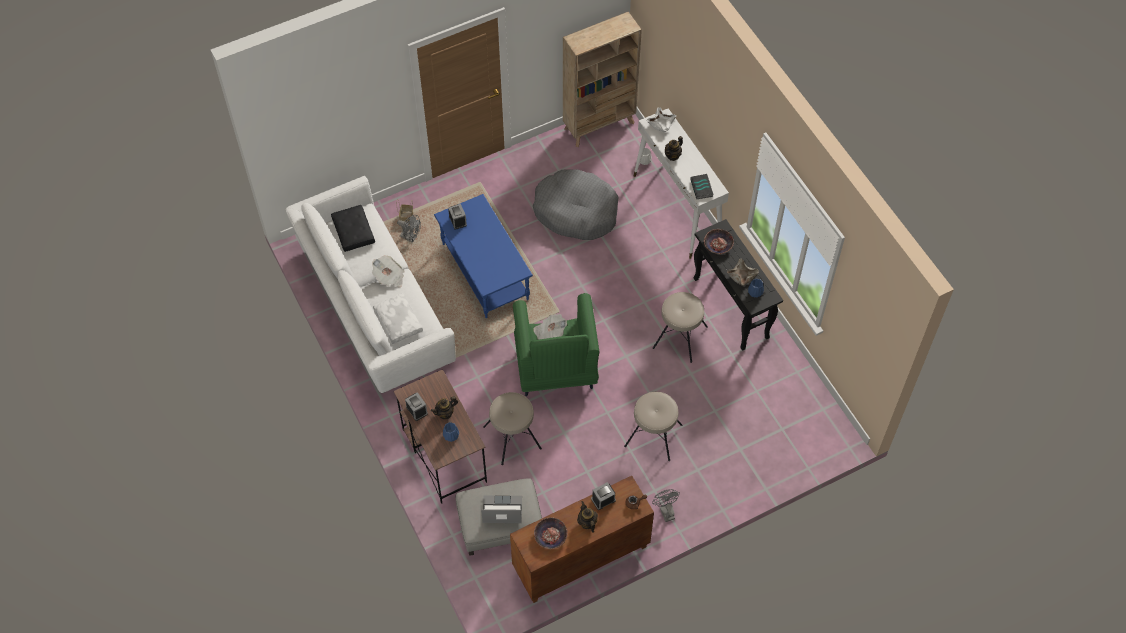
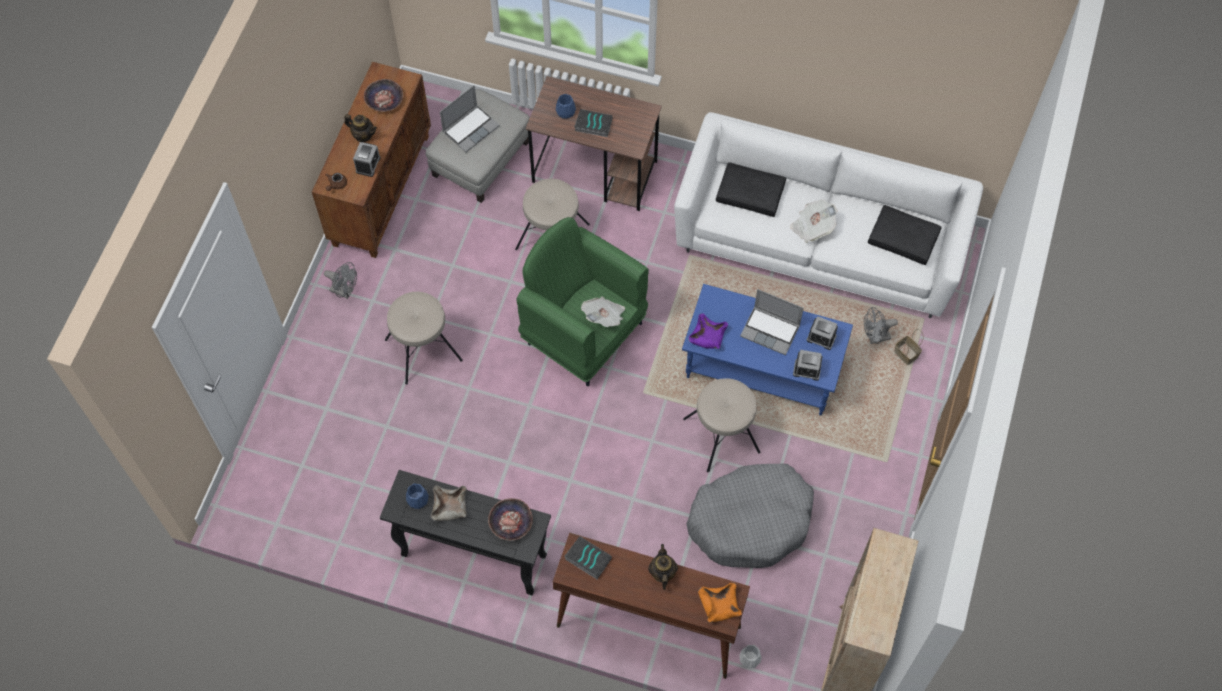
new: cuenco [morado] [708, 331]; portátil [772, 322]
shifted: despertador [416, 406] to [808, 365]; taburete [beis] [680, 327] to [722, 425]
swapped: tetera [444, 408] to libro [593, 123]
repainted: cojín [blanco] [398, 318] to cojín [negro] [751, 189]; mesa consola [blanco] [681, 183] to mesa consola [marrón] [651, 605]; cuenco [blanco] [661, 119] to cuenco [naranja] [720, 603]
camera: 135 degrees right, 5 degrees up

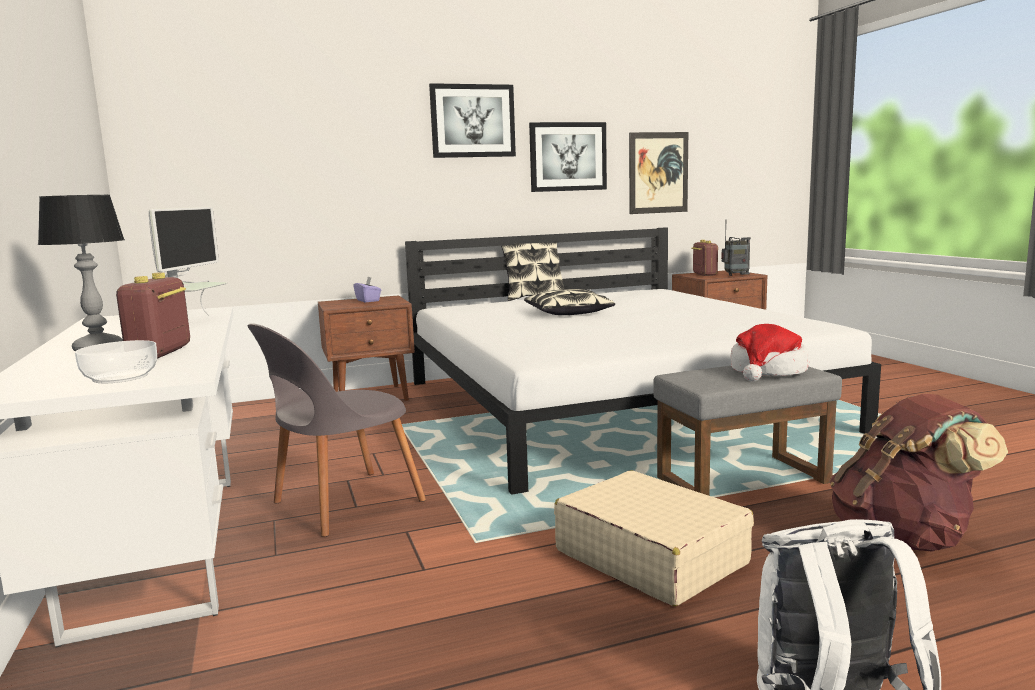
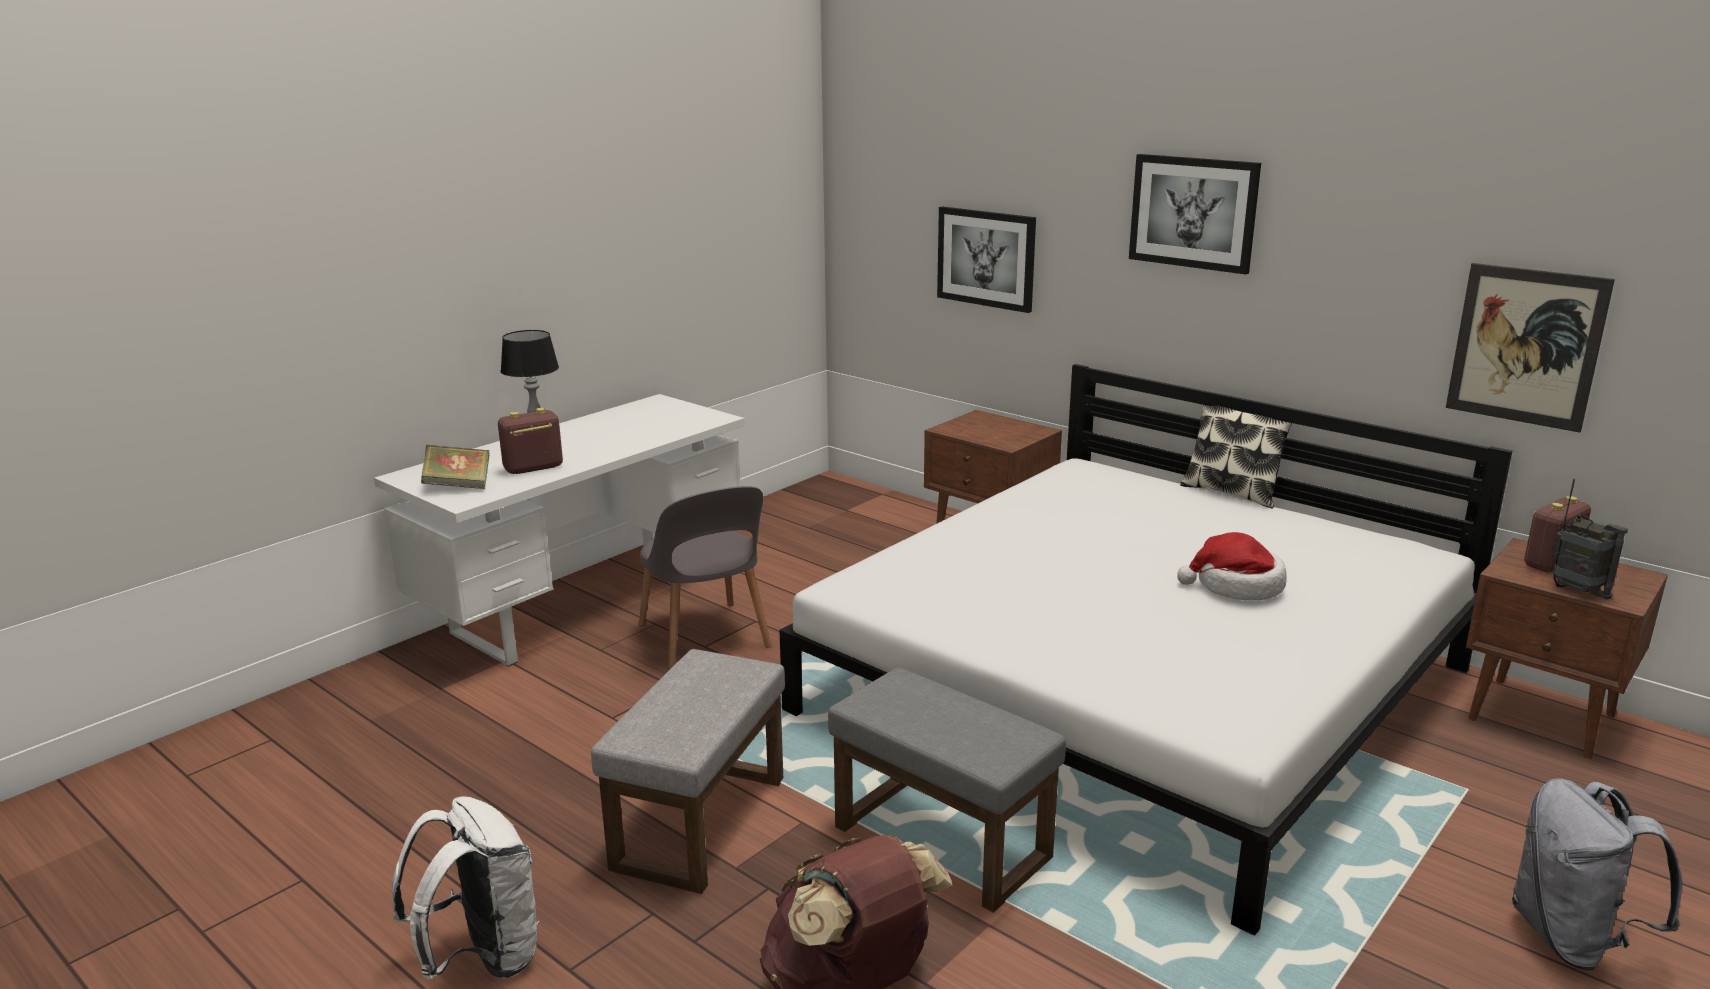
gone: monitor [188, 261]; caja de pañuelos [morado] [367, 289]; cojín [569, 302]
new: mochila [gris] [1597, 874]
shifted: cuadro [568, 157] to [986, 259]; sombrero [770, 352] to [1232, 566]
swapped: cuenco [116, 361] to libro [455, 467]; maleta [beis] [654, 538] to puf [gris] [688, 771]
rotated: silla [gris] [337, 430] = [705, 578] 135 degrees counterclockwise
camera: 60 degrees right, 10 degrees up

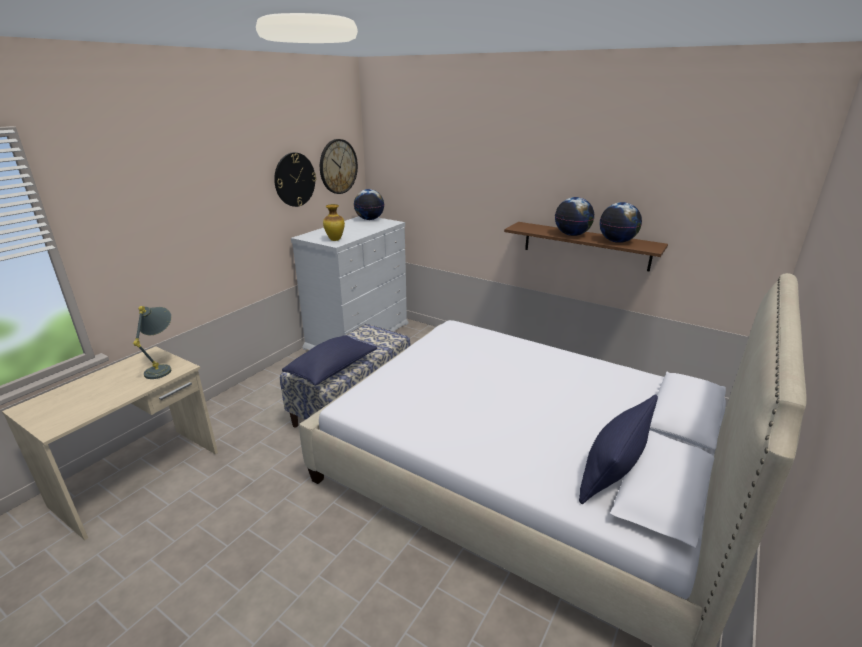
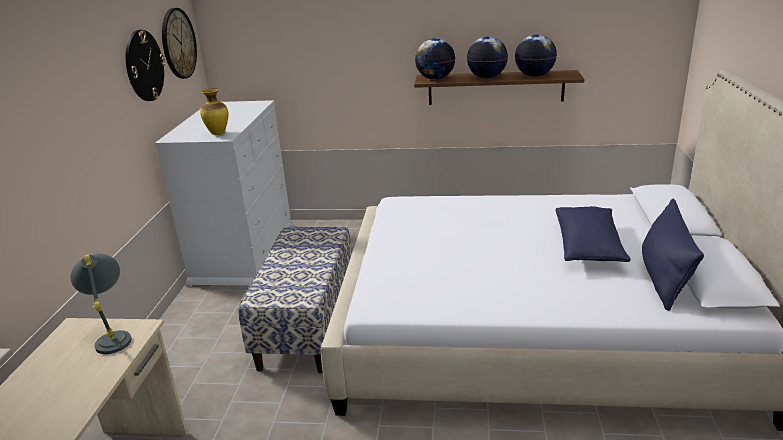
shifted: cojín [azul] [330, 360] to [593, 234]; globo terráqueo [369, 204] to [435, 59]
camera: 25 degrees left, 0 degrees up

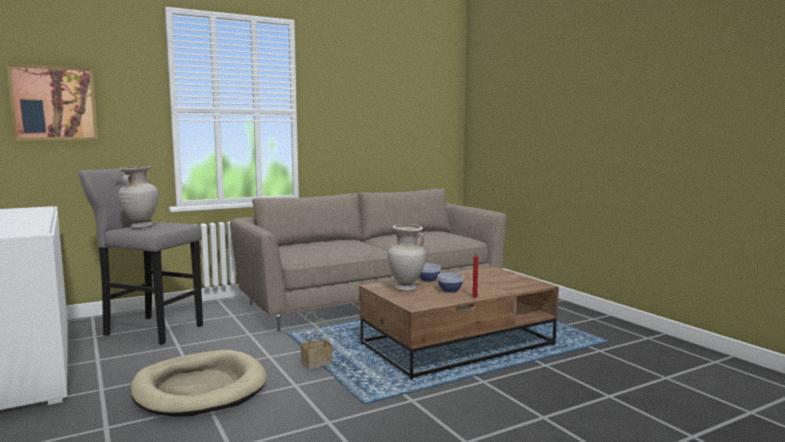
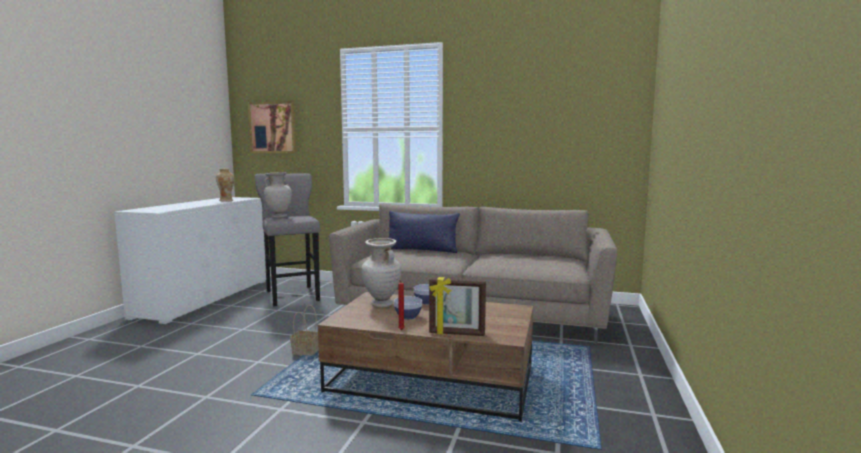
gone: cama para perro [beis] [198, 383]
new: florero [225, 185]; cojín [azul] [424, 232]; portarretratos [457, 306]
camera: 45 degrees right, 0 degrees up

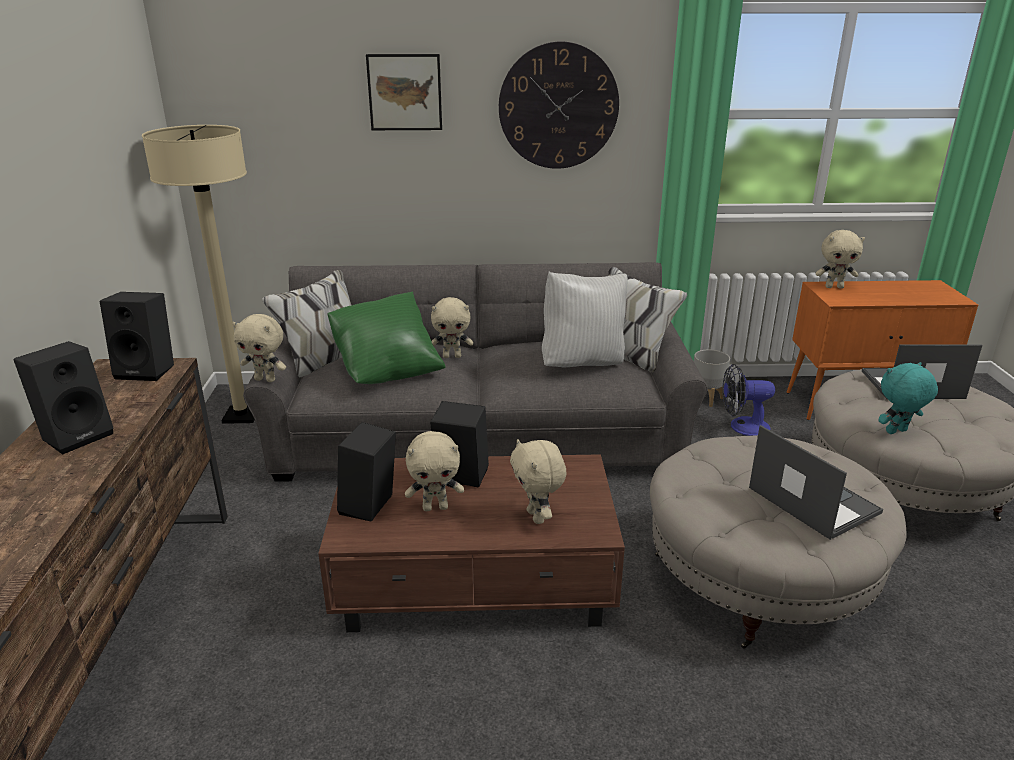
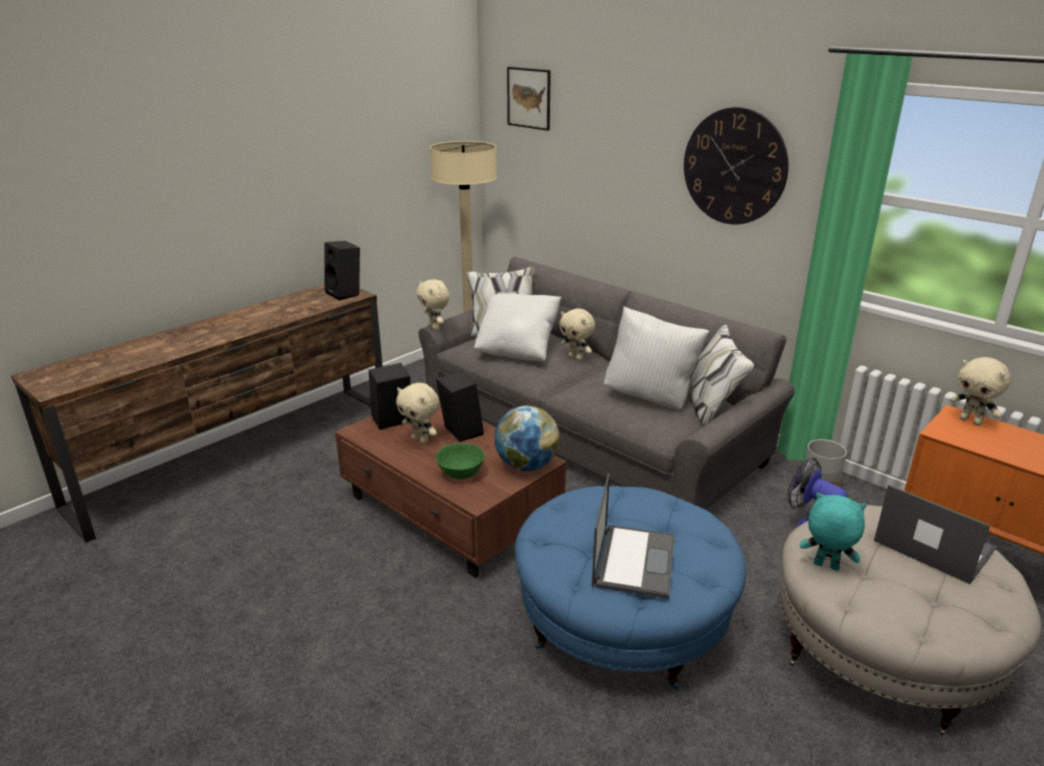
gone: altavoz [negro] [63, 398]
new: globo terráqueo [527, 438]
shifted: cuadro [404, 92] to [529, 99]
swapped: peluche [beis] [538, 481] to cuenco [verde] [460, 461]
repainted: cojín [verde] [387, 337] to cojín [blanco] [517, 327]; puf [beis] [778, 542] to puf [azul] [630, 588]
camera: 45 degrees right, 0 degrees up

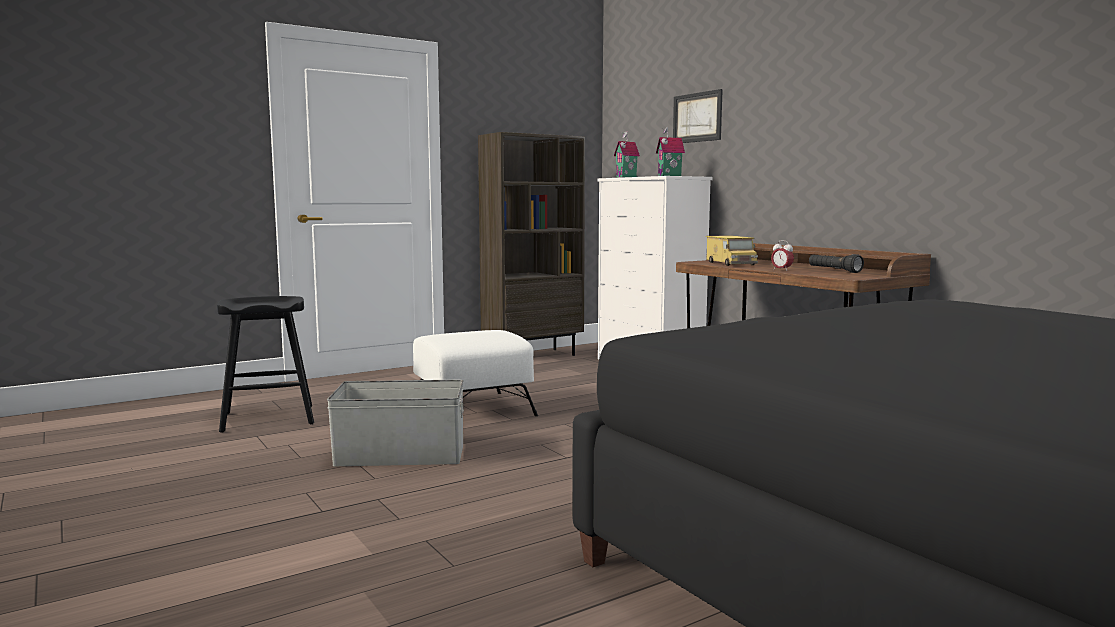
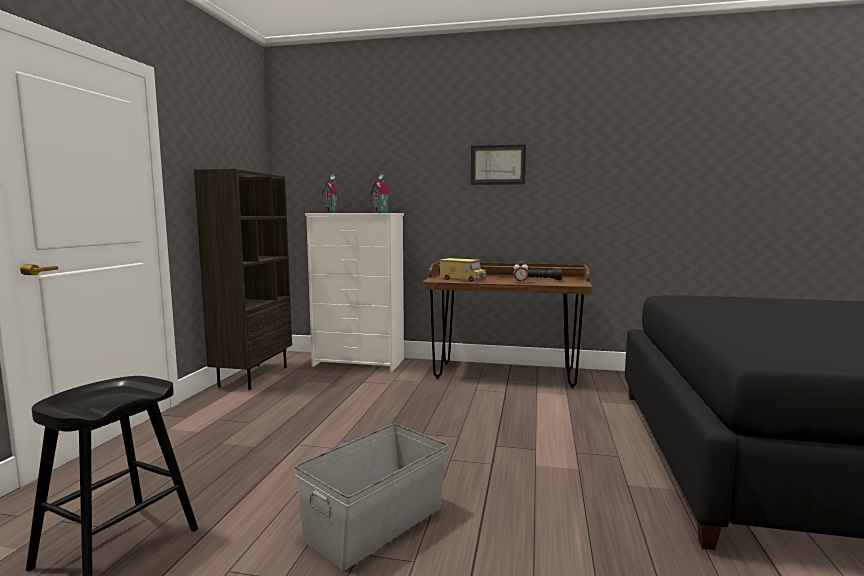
gone: puf [blanco] [475, 373]
shifted: cuadro [698, 116] to [498, 164]
camera: 45 degrees left, 0 degrees up

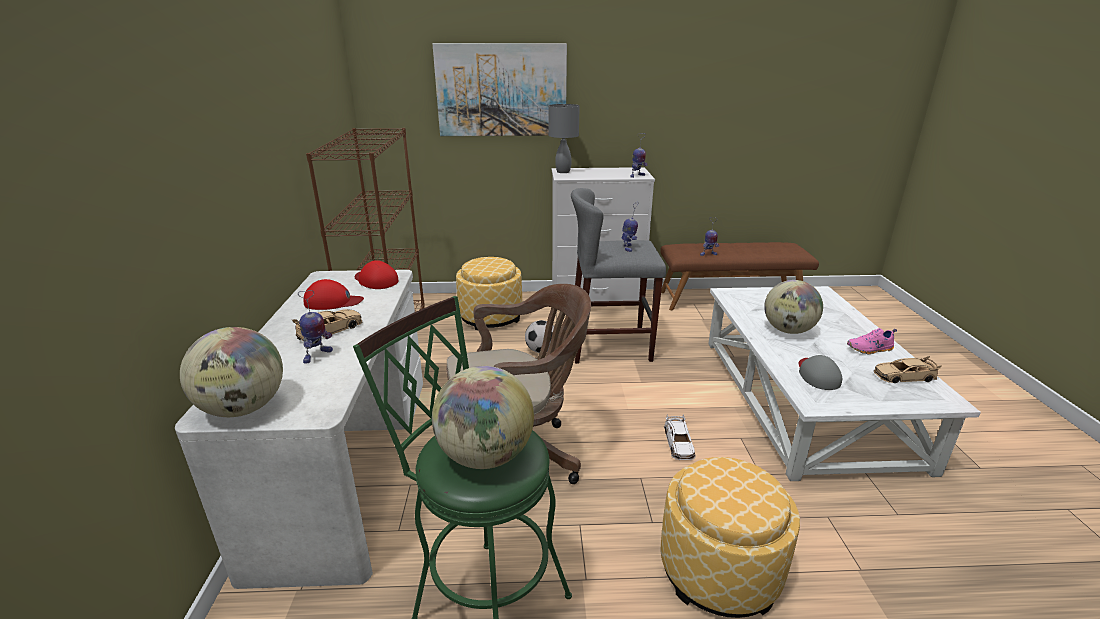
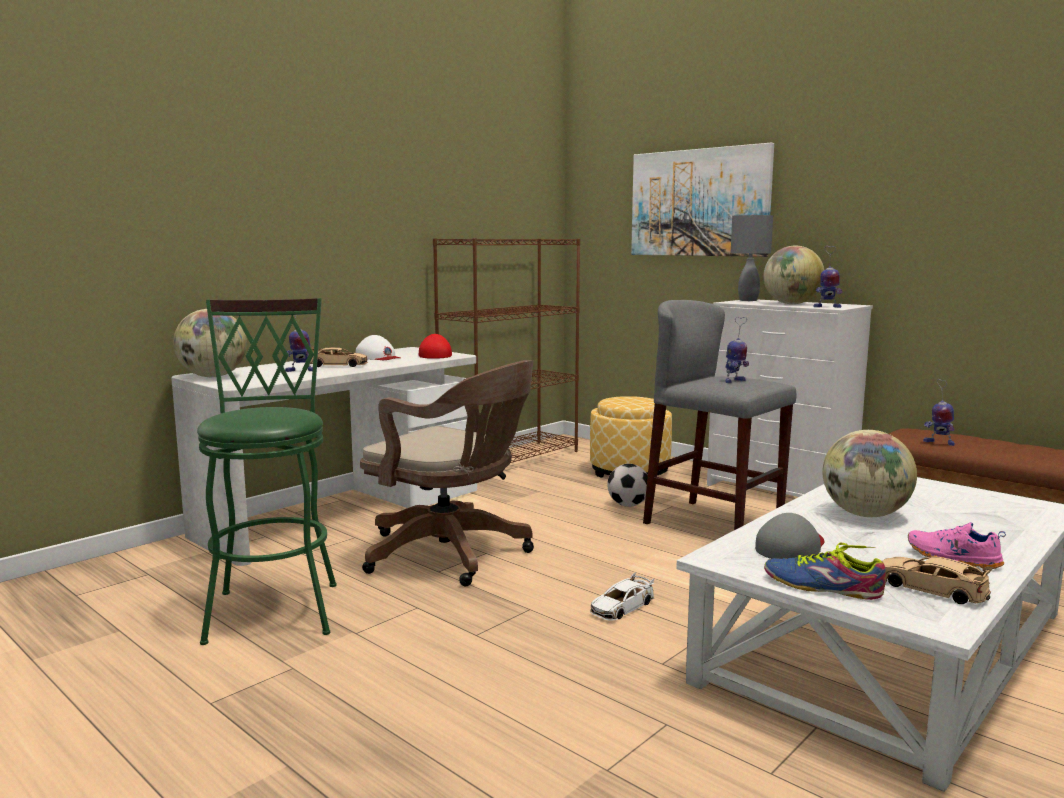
gone: puf [730, 537]
new: zapato [825, 571]
shifted: globo terráqueo [483, 417] to [793, 275]
repainted: gorra [rojo] [334, 294] to gorra [blanco] [378, 347]
camera: 45 degrees right, 15 degrees down

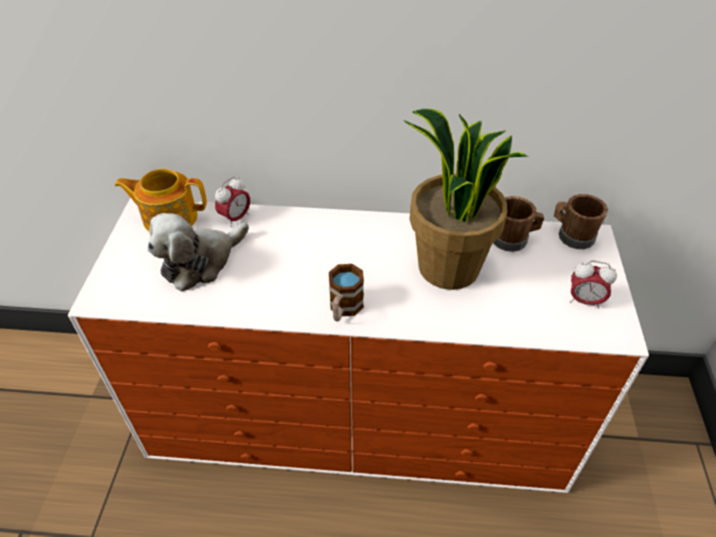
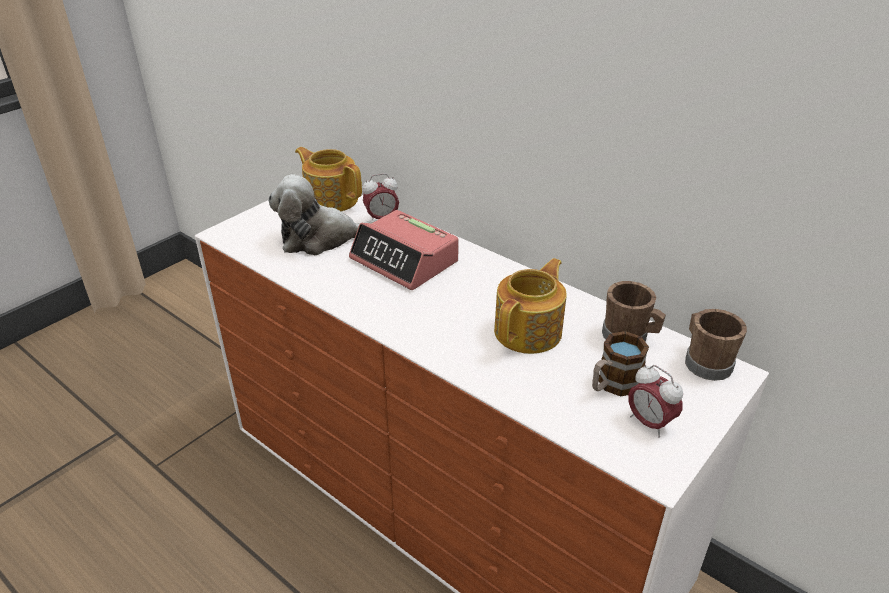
new: despertador [404, 250]
shifted: taza grande [346, 292] to [620, 364]
swapped: planta en maceta [465, 199] to tetera [530, 306]
camera: 35 degrees right, 10 degrees down

